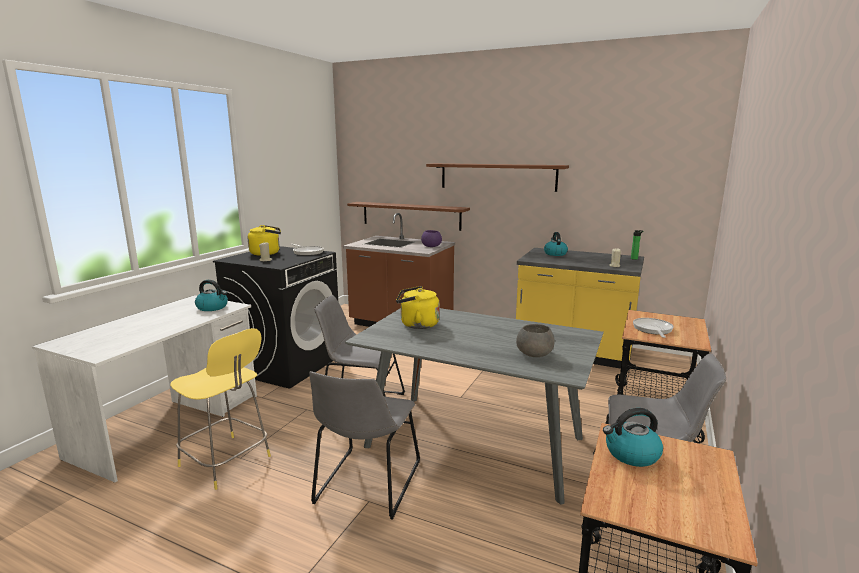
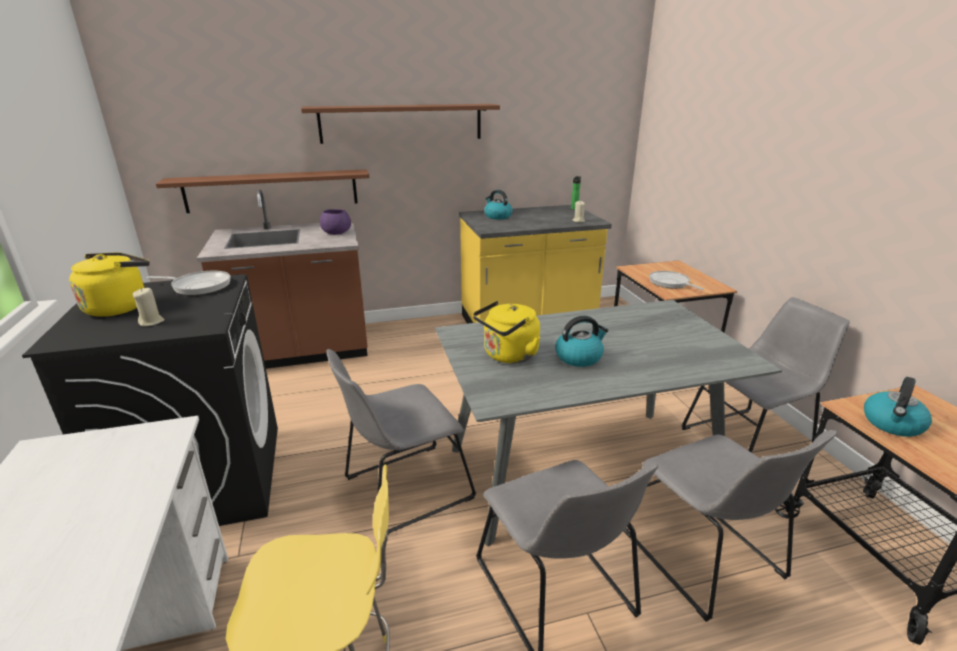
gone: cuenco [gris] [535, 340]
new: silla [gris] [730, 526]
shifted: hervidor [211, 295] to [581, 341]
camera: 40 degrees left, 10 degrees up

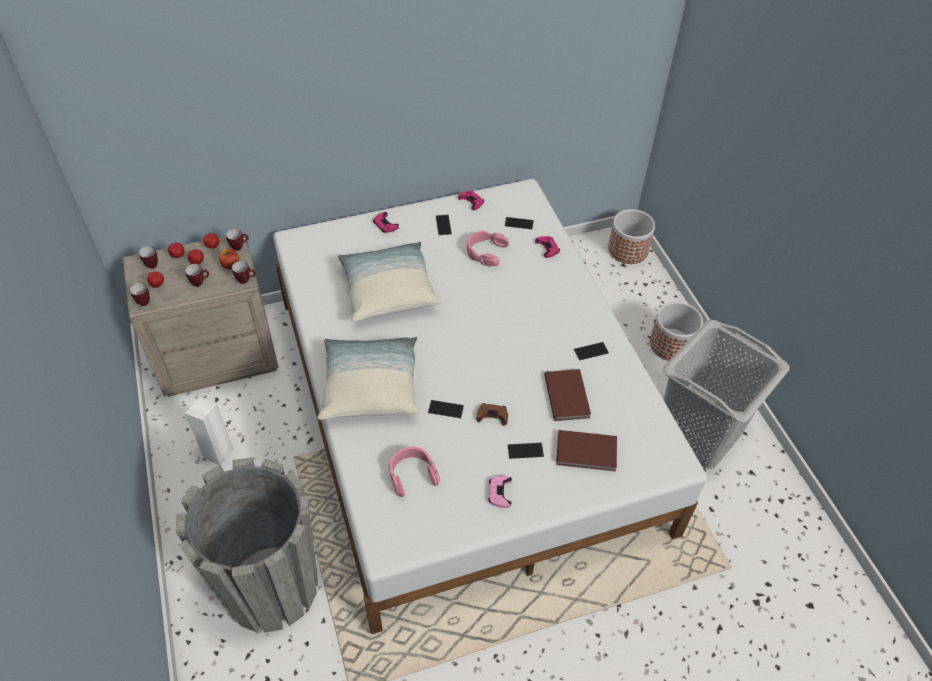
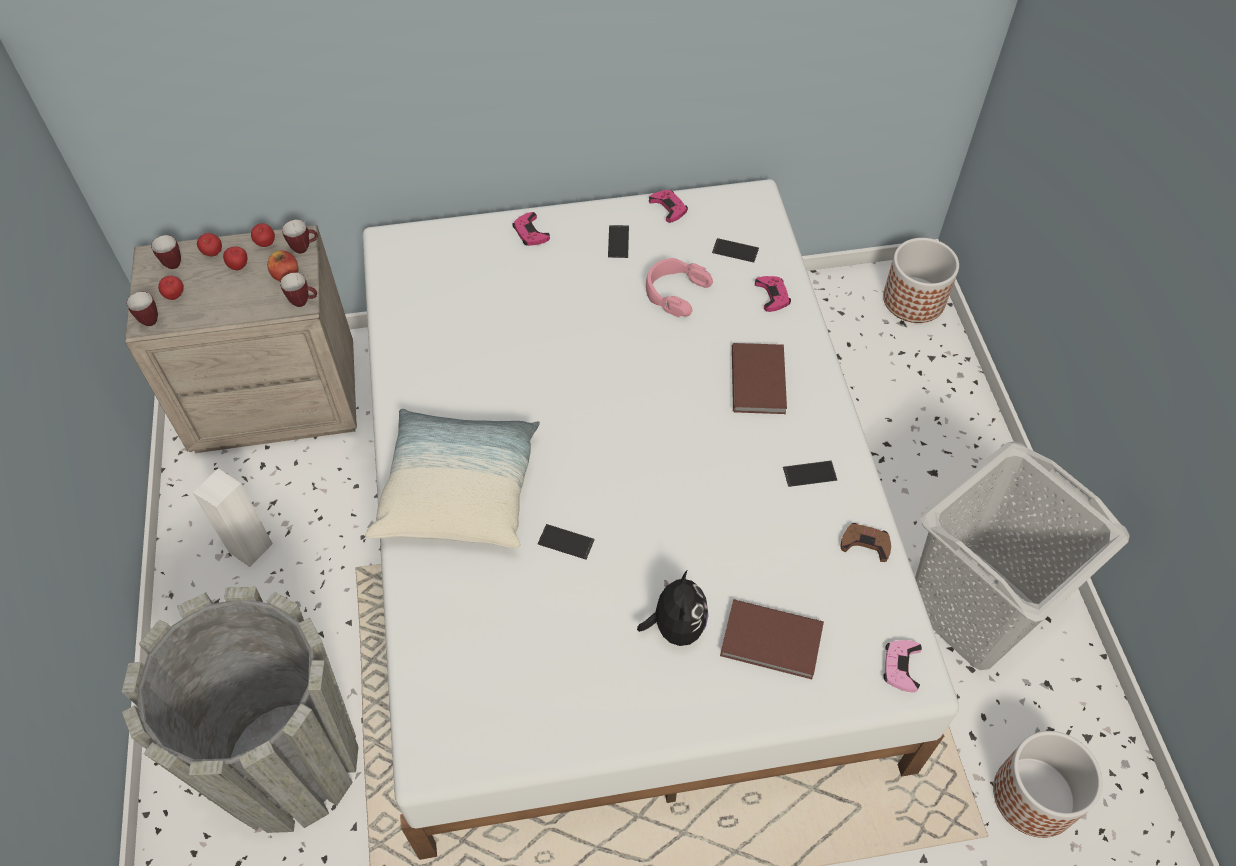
gone: taza grande [197, 275]; cojín [389, 282]; auriculares [rosa] [414, 472]
shifted: mando de consola [marrón] [492, 414] to [865, 542]; mando de consola [rosa] [500, 492] to [902, 666]; libro [marrón] [567, 395] to [759, 378]; maceta [676, 331] to [1048, 784]
swapped: móvil [525, 451] to peluche [673, 608]
camera: 10 degrees right, 5 degrees up

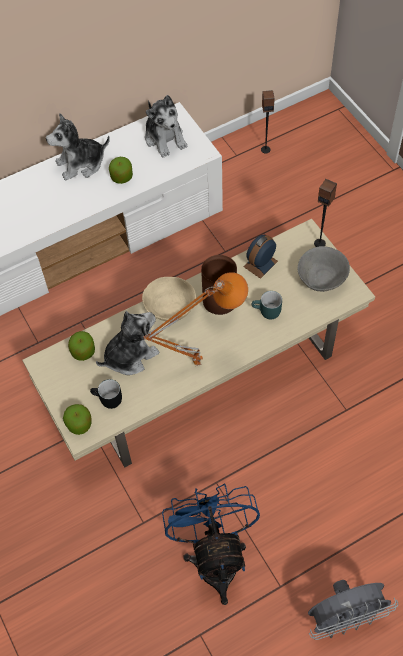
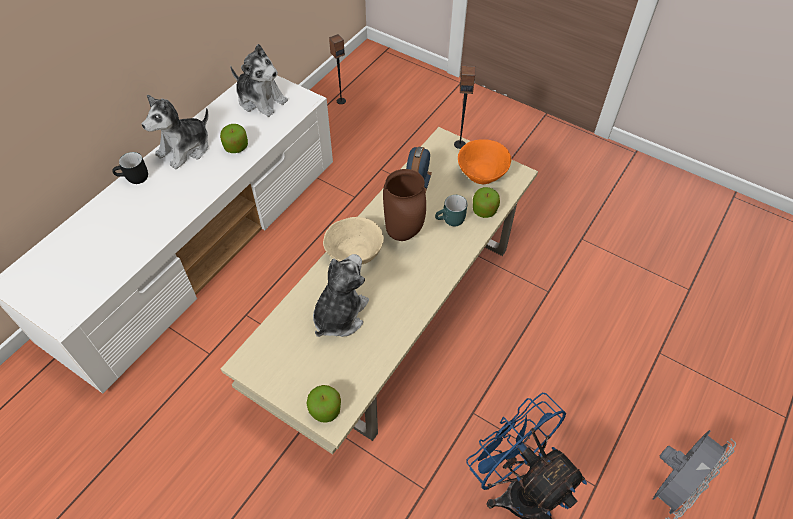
gone: lámpara de mesa [naranja] [195, 319]
shifted: manzana [81, 346] to [486, 202]; taza grande [negro] [106, 394] to [130, 168]
repainted: cuenco [gris] [324, 269] to cuenco [naranja] [484, 162]
camera: 30 degrees left, 5 degrees down

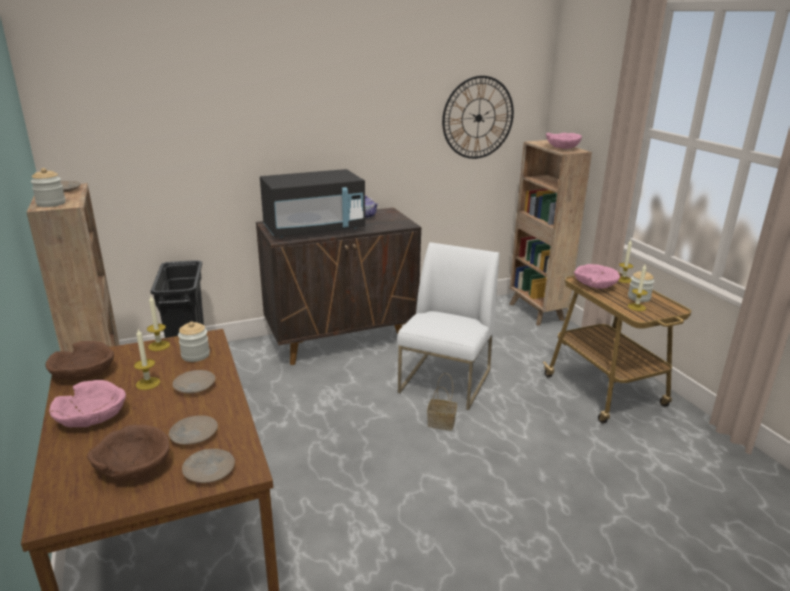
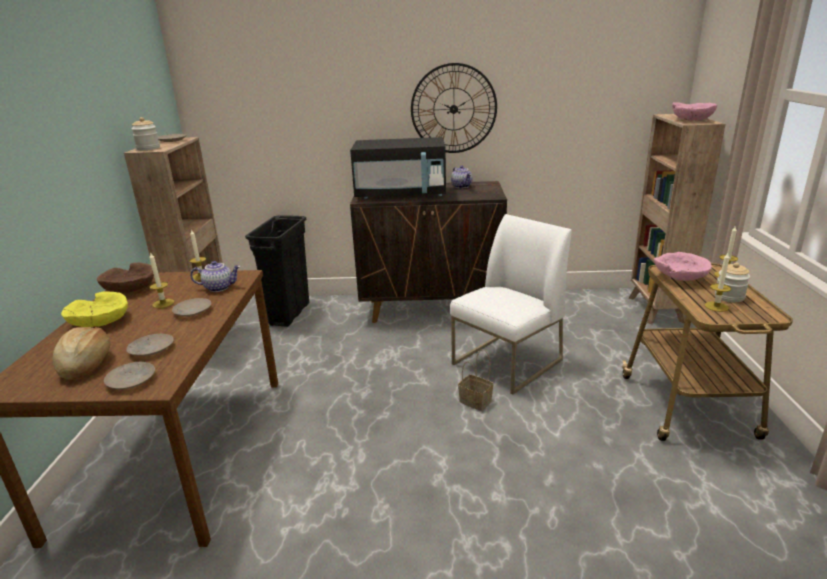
shifted: reloj de pared [478, 117] to [454, 108]
swapped: cuenco [marrón] [128, 453] to pan [81, 353]; tarro [194, 341] to tetera [215, 276]
repainted: cuenco [rosa] [87, 403] to cuenco [amarillo] [94, 309]
camera: 25 degrees right, 0 degrees up

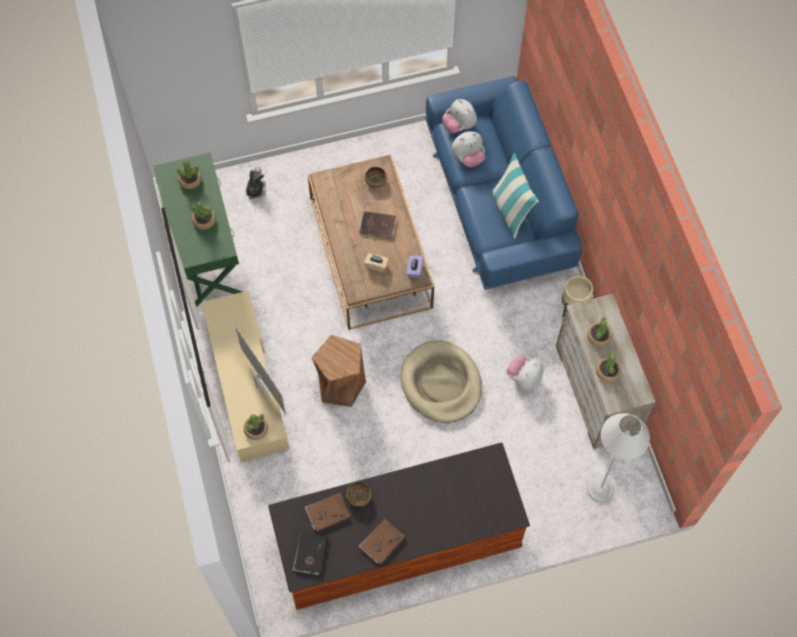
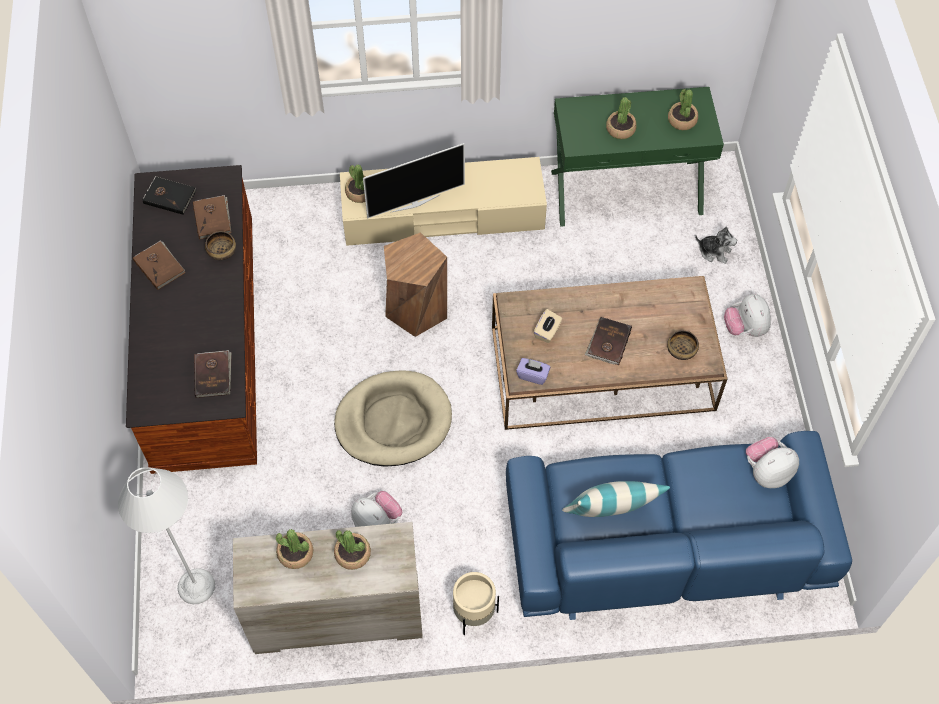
new: libro [marrón] [213, 374]
shifted: peluche [468, 149] to [747, 315]
camera: 100 degrees right, 5 degrees down

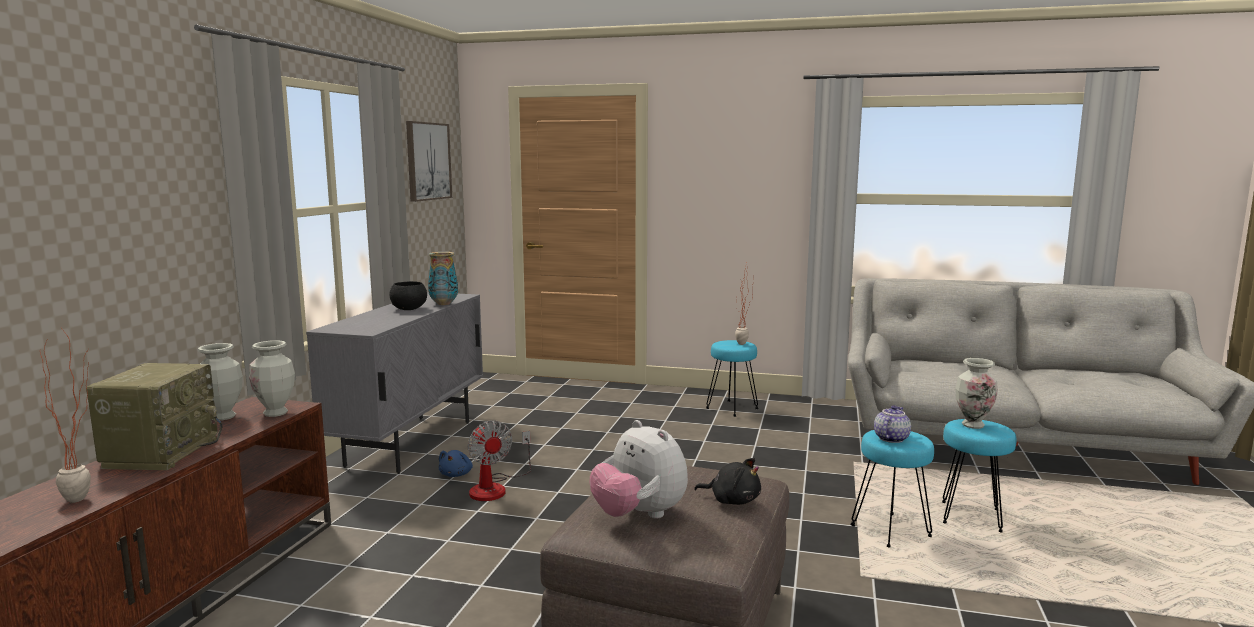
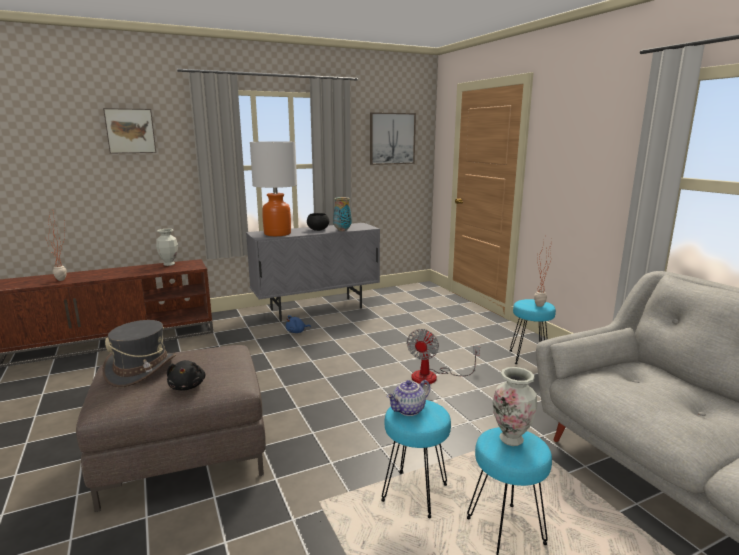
gone: radio [154, 416]; florero [272, 378]
new: cuadro [129, 130]; lámpara de mesa [273, 189]
shifted: ventilador [499, 460] to [443, 356]
swapped: peluche [639, 469] to sombrero [gris] [139, 353]
rotated: tetera [892, 424] = [408, 398] 150 degrees clockwise
camera: 50 degrees right, 5 degrees up

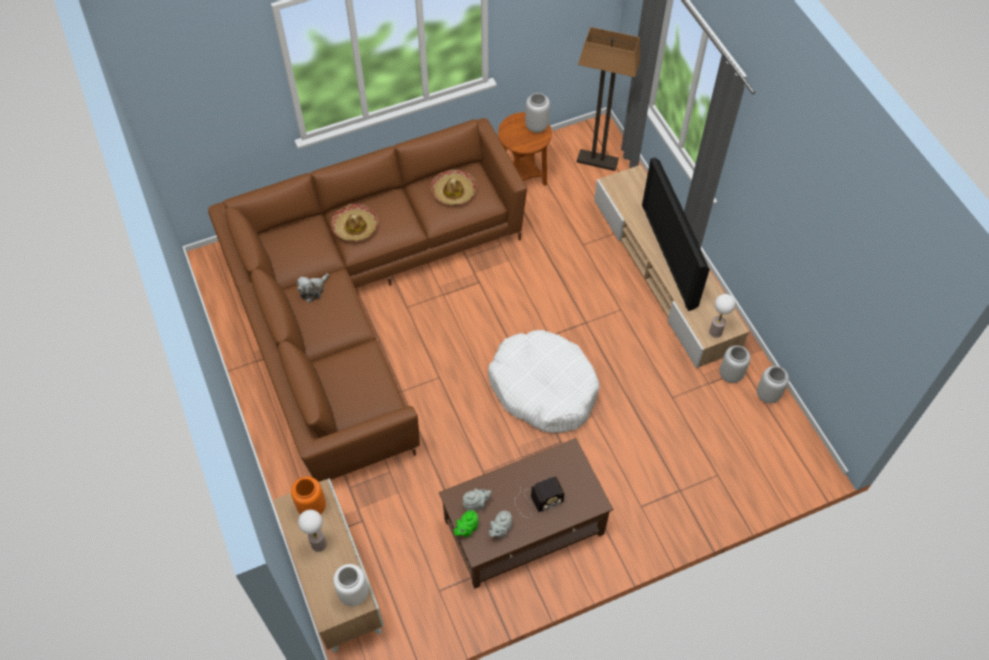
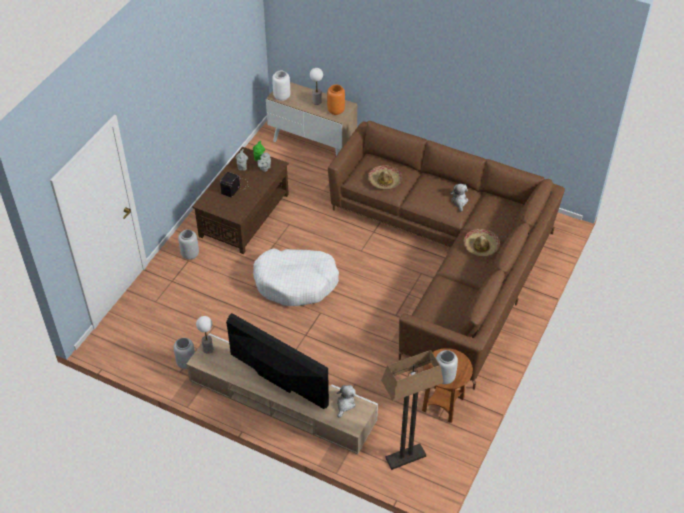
new: peluche [346, 401]
shifted: sombrero [454, 187] to [385, 177]; florero [gris] [773, 385] to [188, 244]
camera: 140 degrees right, 10 degrees down

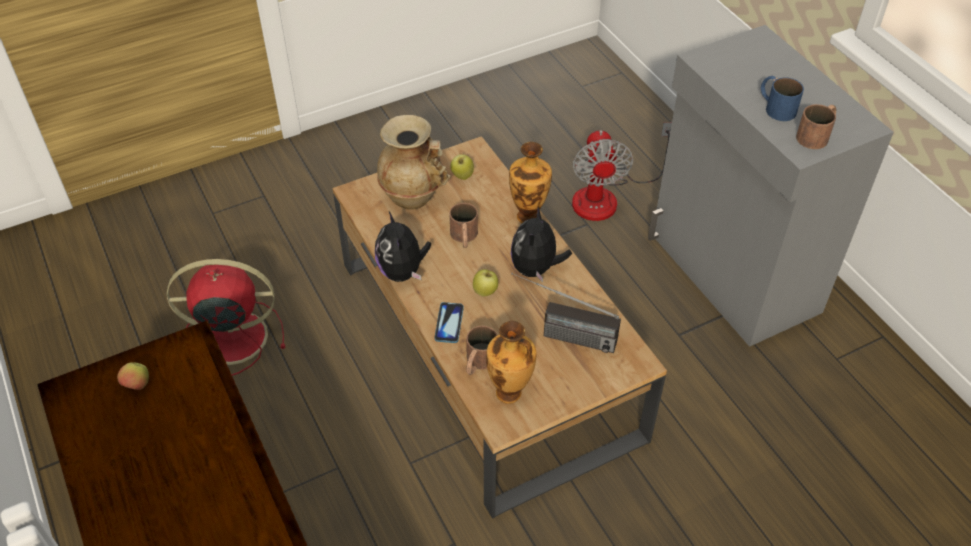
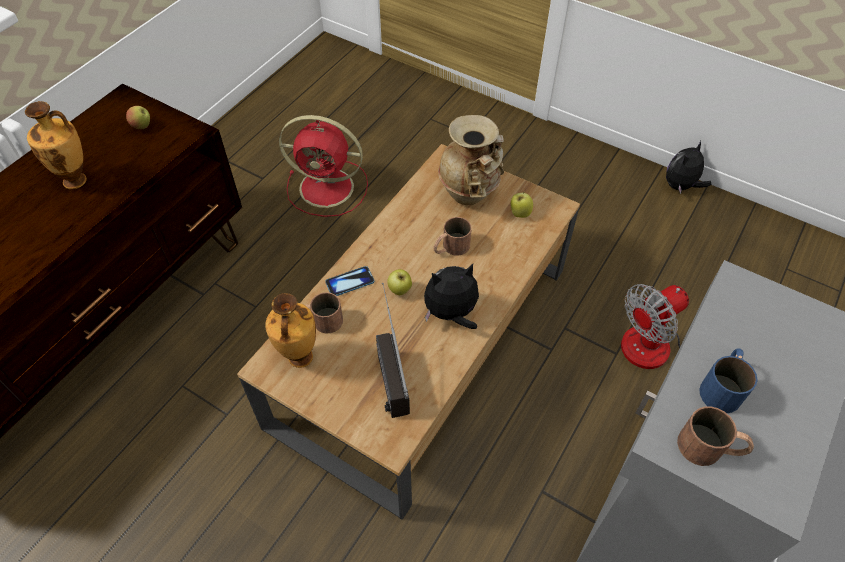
shifted: peluche [403, 247] to [688, 167]; florero [530, 182] to [56, 145]
rotated: ventilador [rojo] [226, 317] = [323, 166] 135 degrees clockwise
camera: 60 degrees right, 5 degrees up

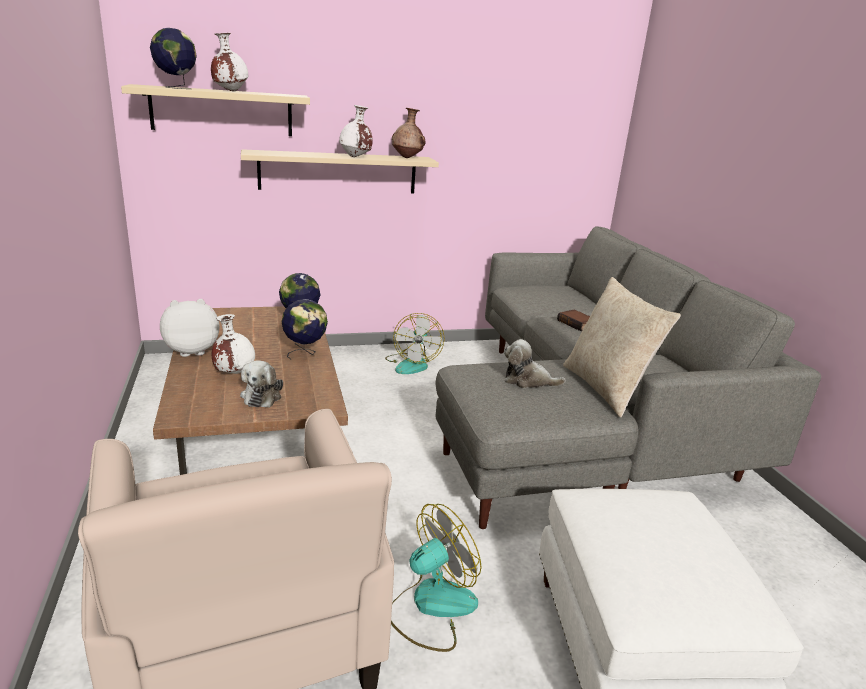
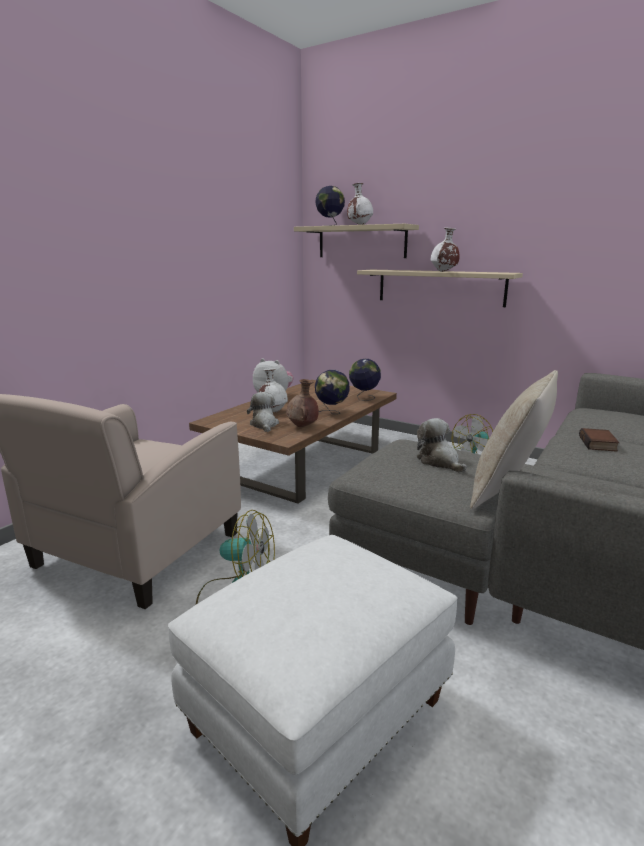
shifted: florero [marrón] [409, 133] to [302, 403]
rotated: peluche [261, 384] = [263, 412] 120 degrees clockwise
camera: 50 degrees right, 5 degrees down

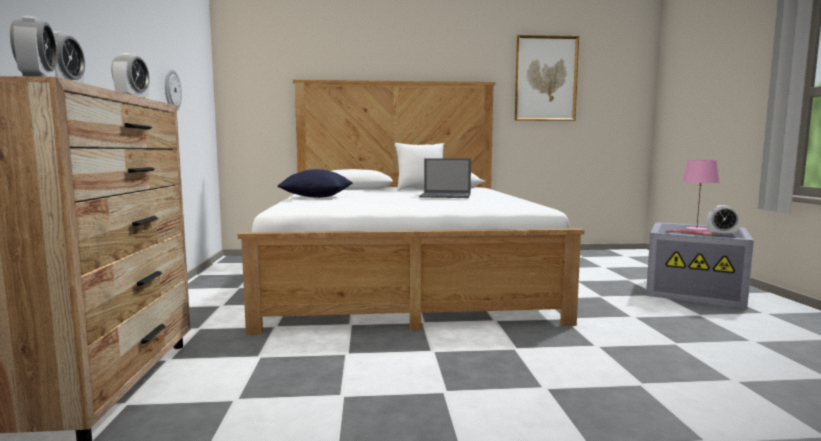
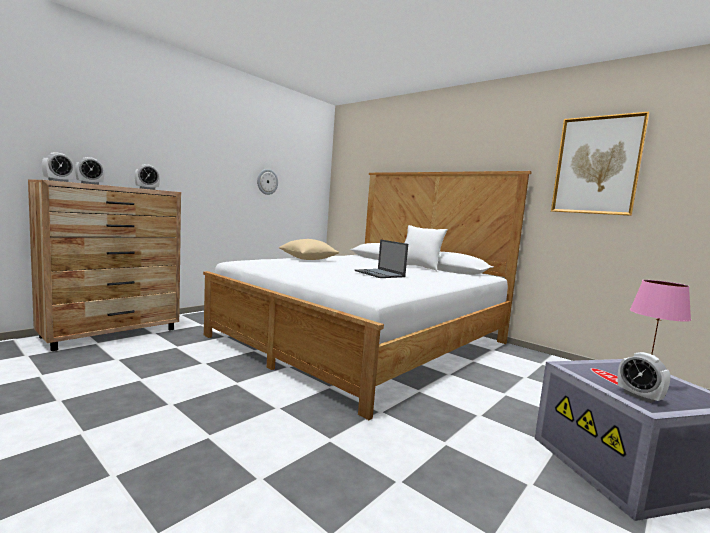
repainted: cojín [azul] [315, 183] to cojín [beis] [308, 249]
camera: 45 degrees right, 0 degrees up

